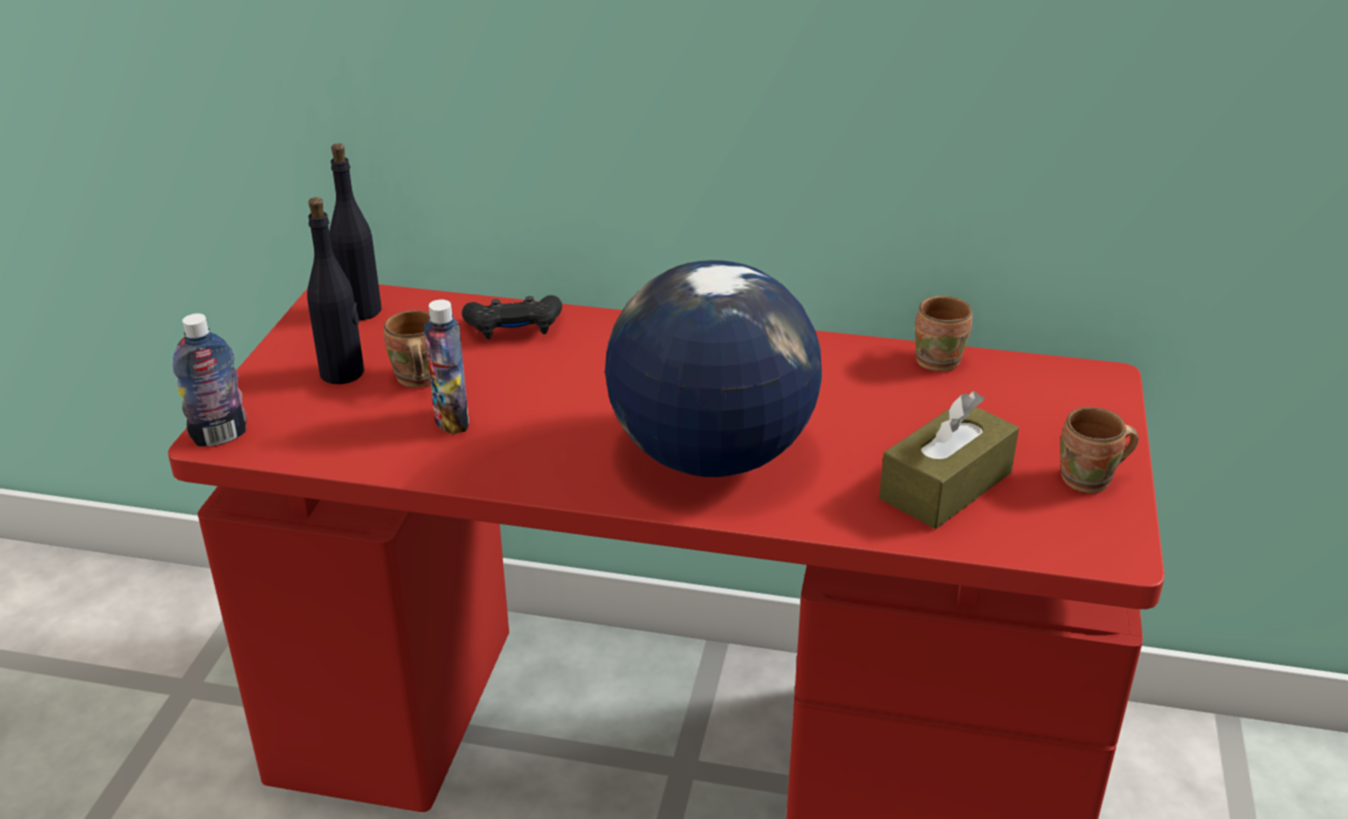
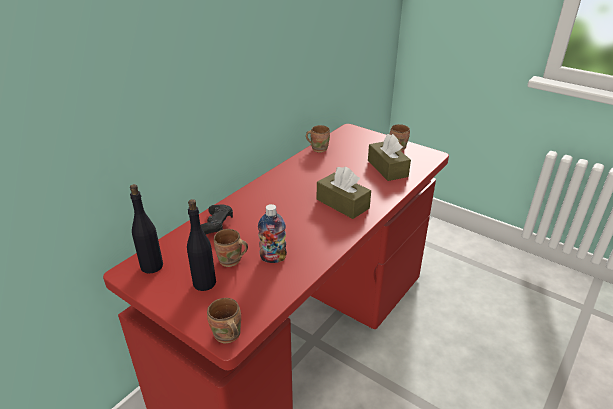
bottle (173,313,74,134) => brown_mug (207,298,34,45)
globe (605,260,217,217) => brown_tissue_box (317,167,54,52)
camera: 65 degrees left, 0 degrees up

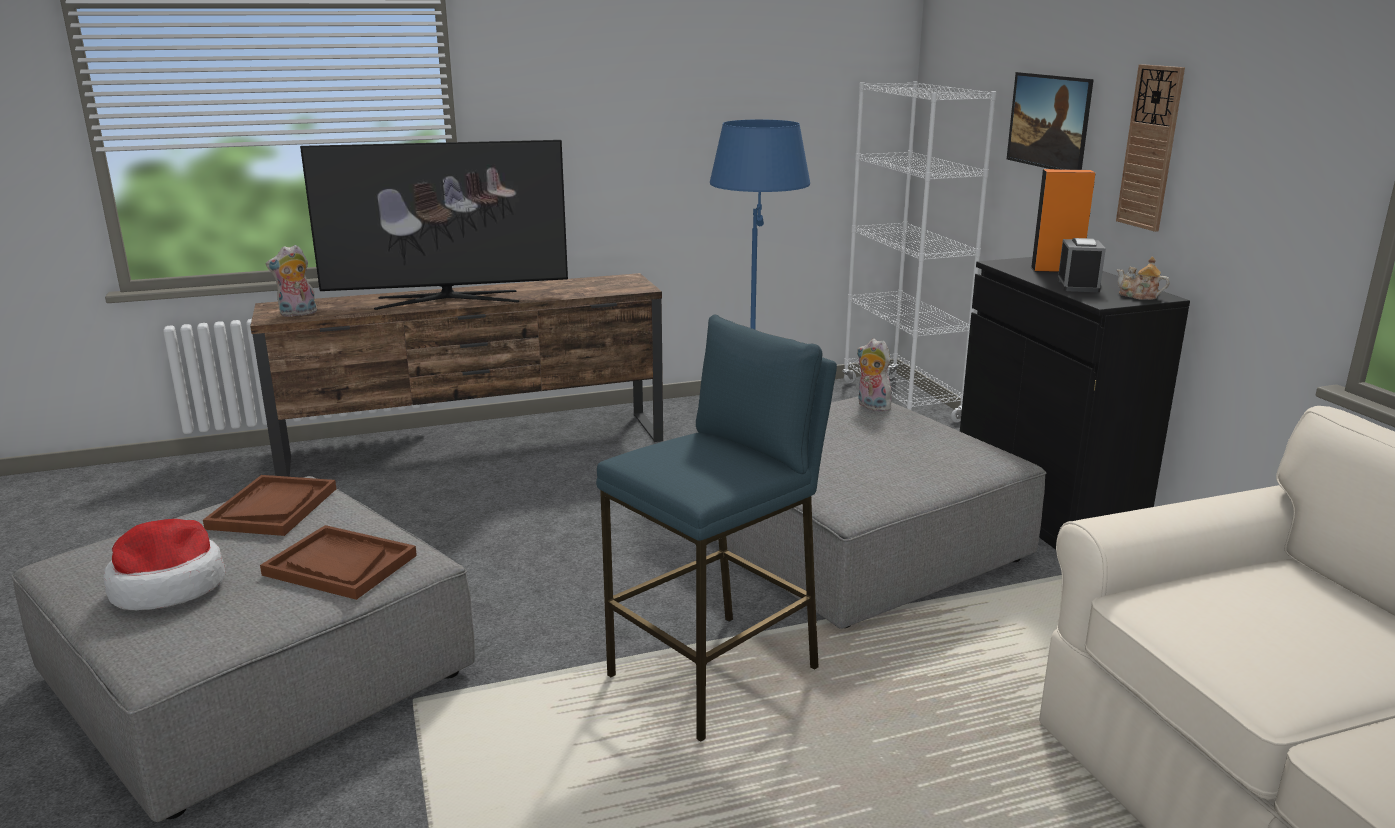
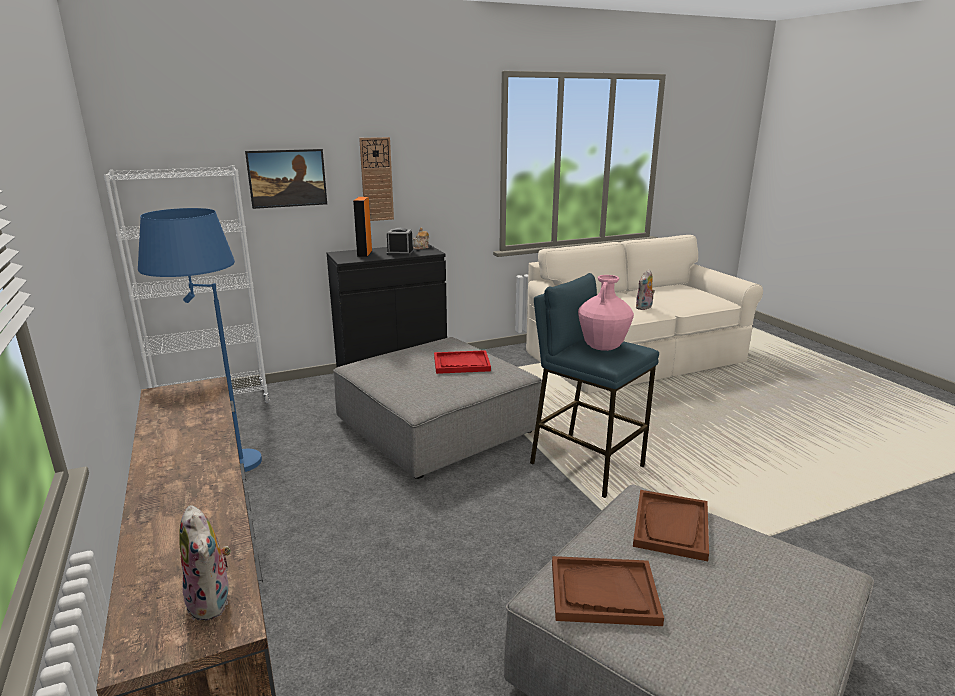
hat (104,519,121,92) => nothing
television (300,140,268,170) => nothing
nothing => red_tray (434,350,57,24)
nothing => pink_vase (578,275,56,76)
plush_toy (857,339,34,73) => plush_toy (635,270,20,40), shifted
camera: 95 degrees left, 0 degrees up

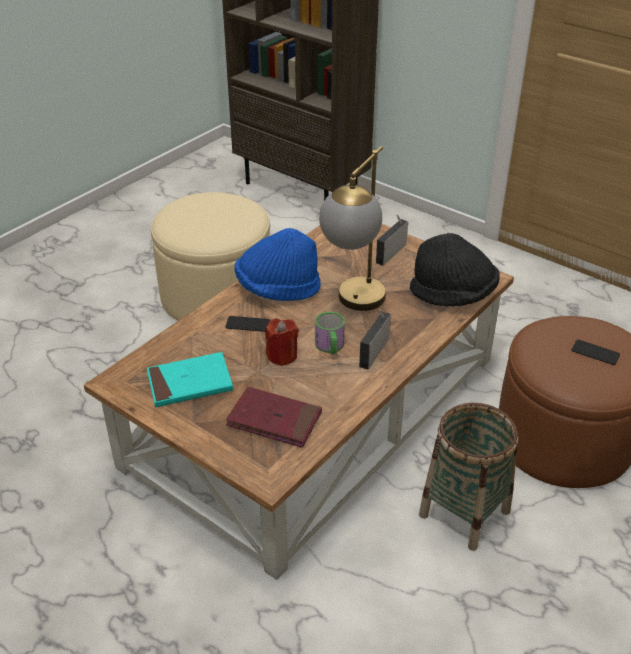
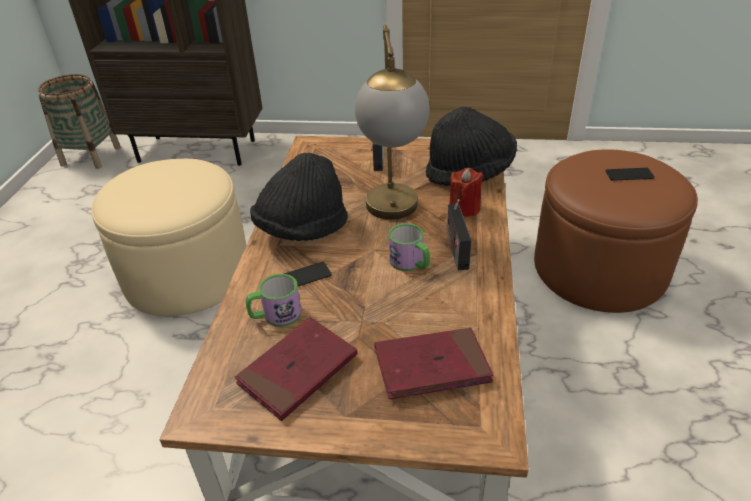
nothing => mug (246,274,56,53)
red_candle (265,319,34,47) => red_candle (449,168,34,49), shifted
basket (419,403,99,148) => basket (38,74,83,95), shifted
turquoise_book (147,352,86,55) => red_book (235,317,122,104)
blue_hat (235,228,86,73) => black_hat (250,153,98,88)
camera: 30 degrees left, 0 degrees up

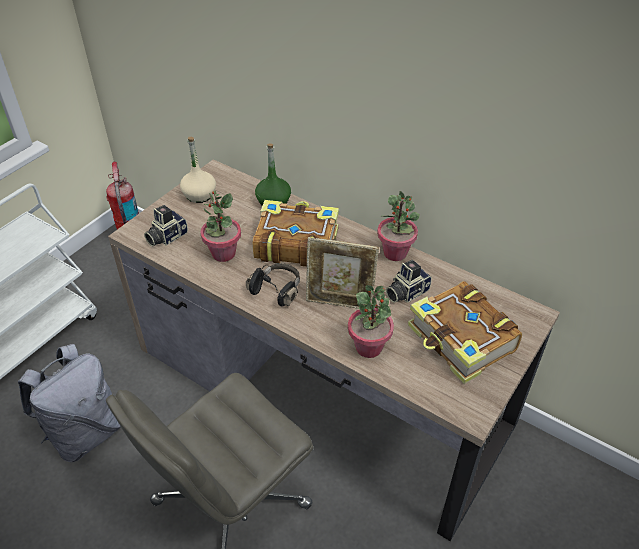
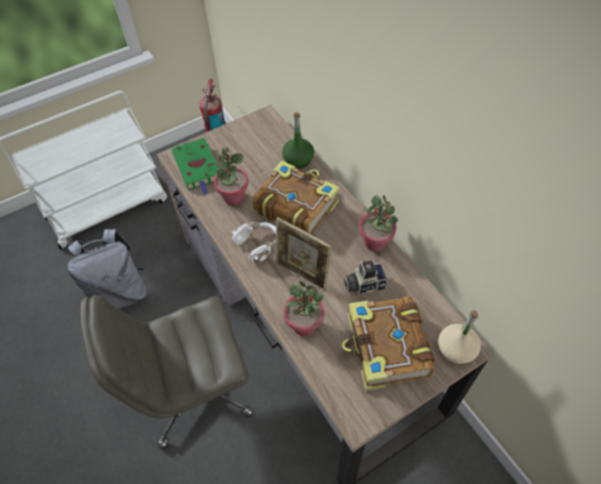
beige_bottle (180,137,36,66) => beige_bottle (438,310,43,54), shifted
photo_camera (144,205,44,41) => green_book (172,138,46,56)
black_headphones (246,263,54,44) => white_headphones (232,222,44,42)
camera: 25 degrees right, 10 degrees up

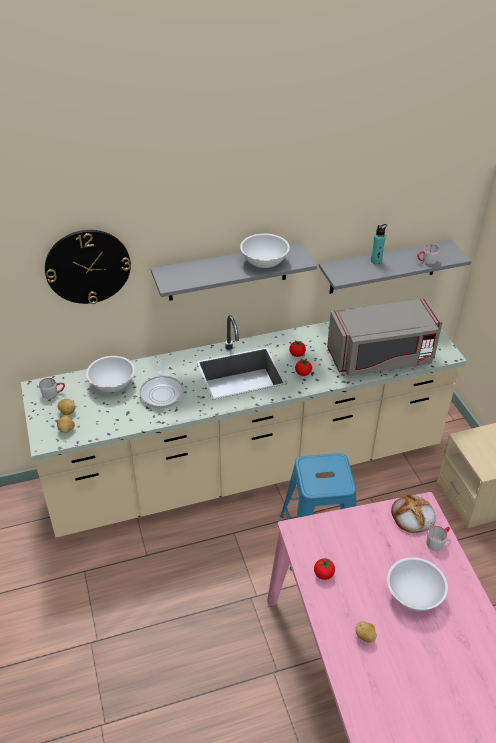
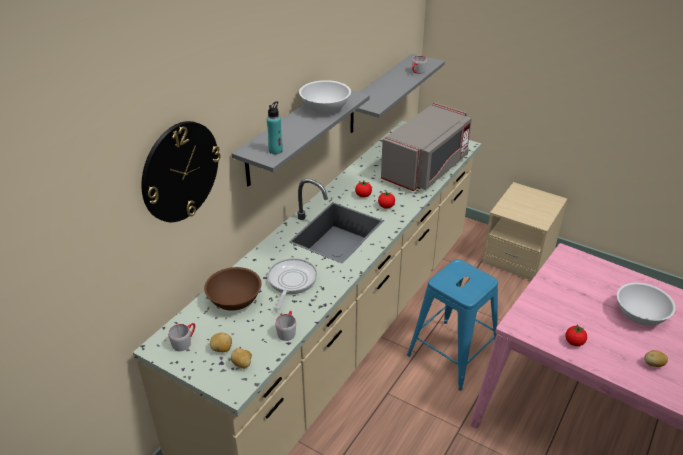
bread (391,495,45,38) => nothing
turquoise_bottle (371,224,16,40) => turquoise_bottle (267,101,16,53), shifted
grey_mug (427,526,23,25) => grey_mug (275,311,21,30), shifted
white_bowl (86,356,49,36) => brown_bowl (204,267,58,44)
frying_pan (139,359,45,50) => frying_pan (268,258,49,51), 120 degrees counterclockwise
camera: 40 degrees left, 5 degrees down

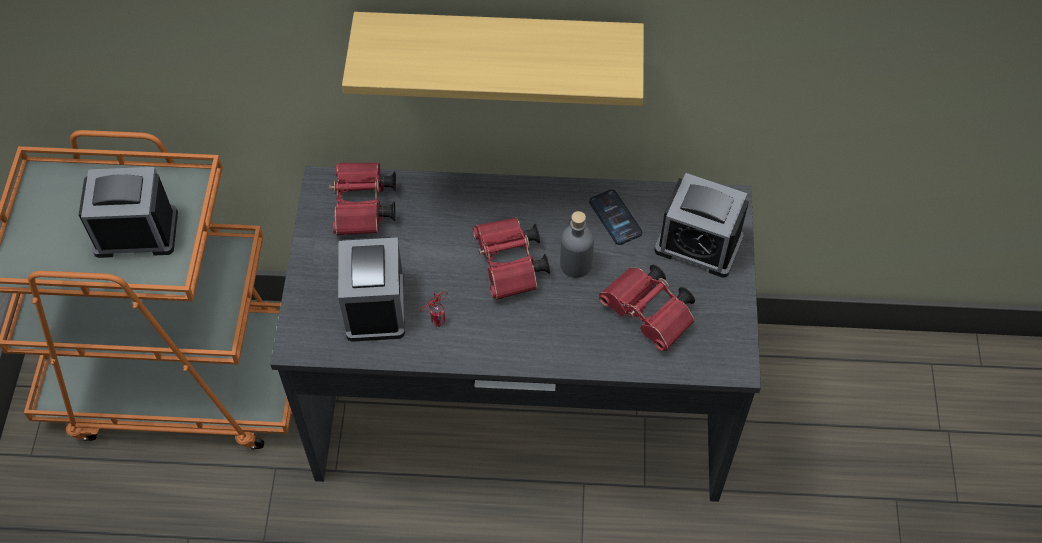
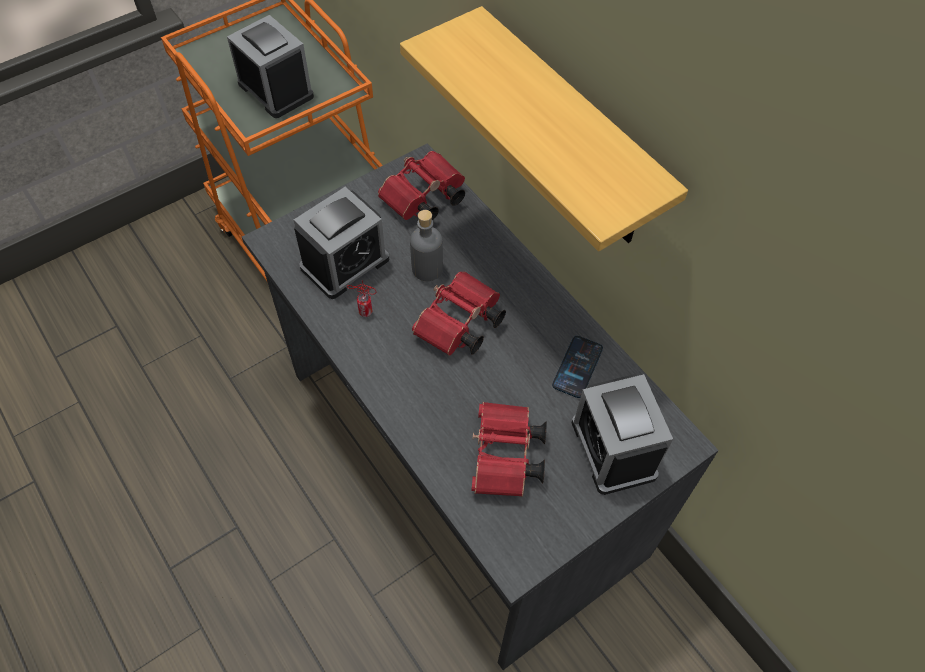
grey_bottle (560,211,34,67) => grey_bottle (410,210,33,71), shifted
camera: 50 degrees right, 0 degrees up

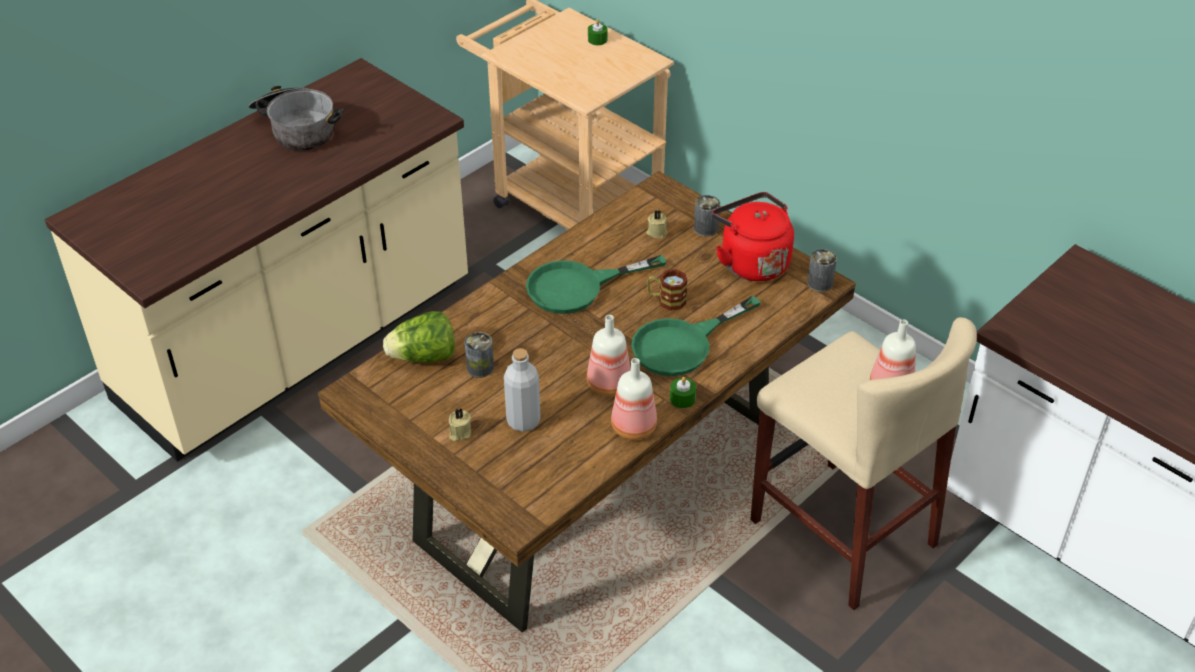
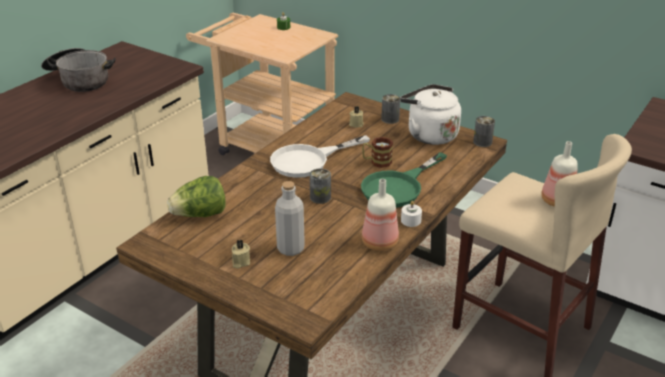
bottle (587,315,44,81) => nothing
can (464,332,30,46) => can (310,168,21,36), shifted
green_frying_pan (526,255,140,59) => white_frying_pan (270,135,100,43)
green_candle (670,377,26,31) => white_candle (401,201,21,26)
red_kettle (712,192,82,89) => white_kettle (400,84,61,61)
camera: 10 degrees left, 10 degrees down

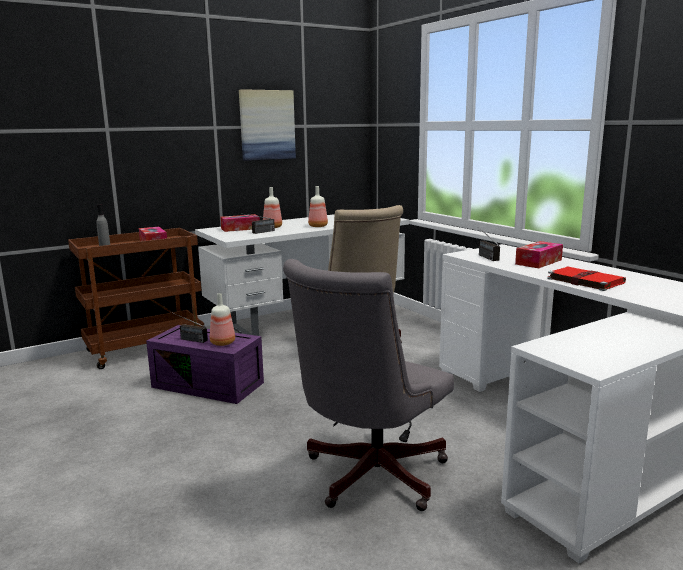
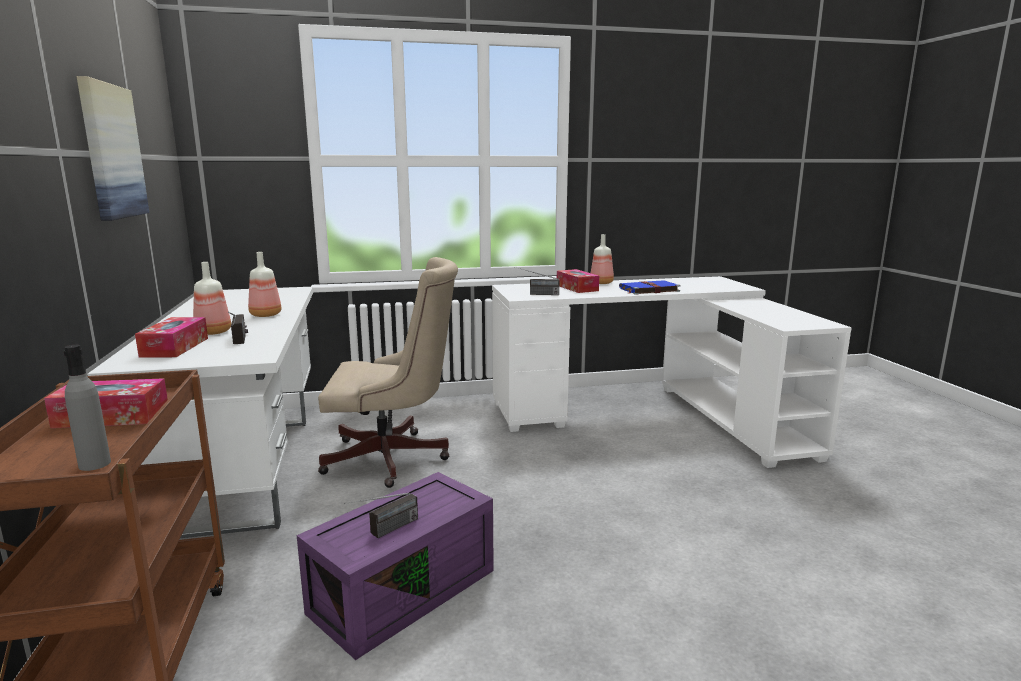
grey_office_chair (283,259,171,252) => nothing
bottle (210,293,25,53) => bottle (591,234,23,50), shifted
red_book (546,266,80,25) => blue_book (619,280,61,15)
camera: 70 degrees left, 0 degrees up

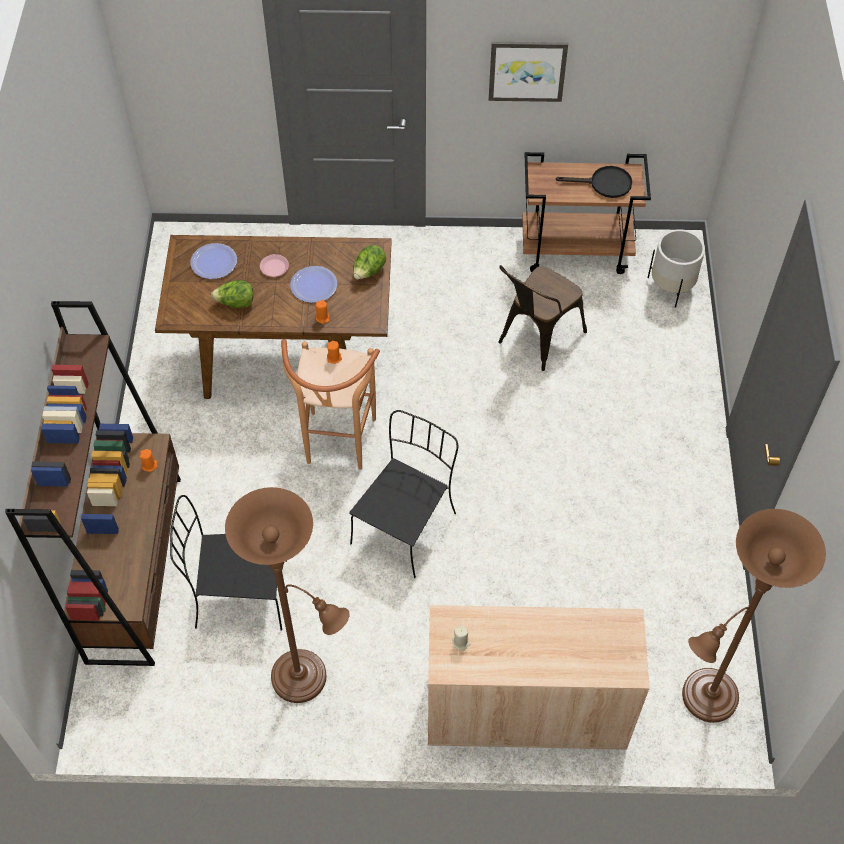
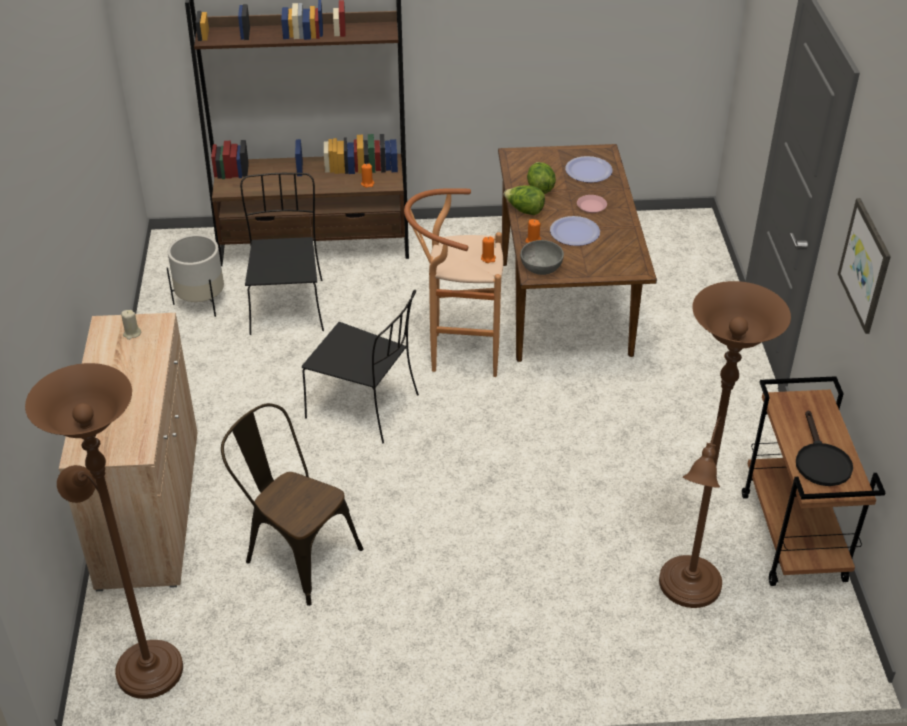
nothing => grey_bowl (520,240,44,35)
brown_floor_lamp (225,487,125,216) => brown_floor_lamp (659,281,132,327), shifted
lettuce (353,245,33,34) => lettuce (504,186,41,29), shifted
brown_chair (498,265,89,106) => brown_chair (221,403,142,203), shifted
white_planter (648,229,57,78) => white_planter (167,235,57,82), shifted
camera: 85 degrees right, 15 degrees down

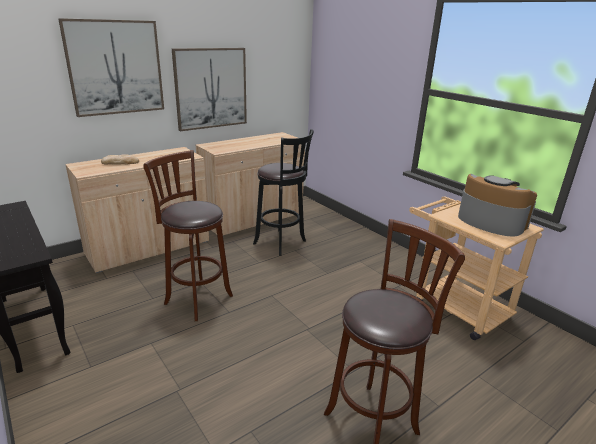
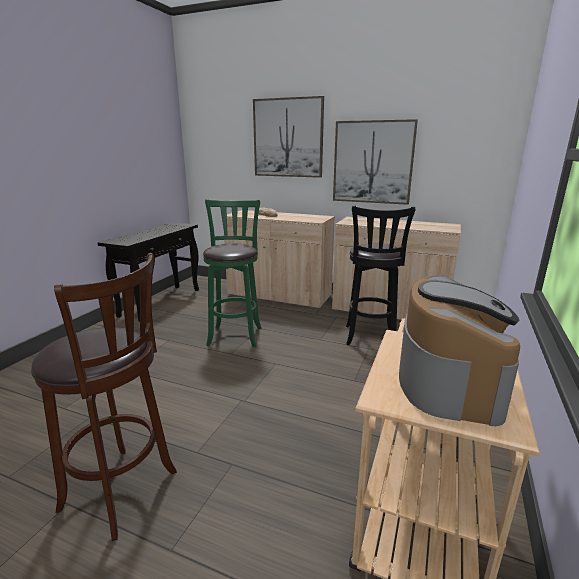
brown_stool (143,150,90,171) => green_stool (203,199,58,148)
camera: 60 degrees right, 5 degrees down

